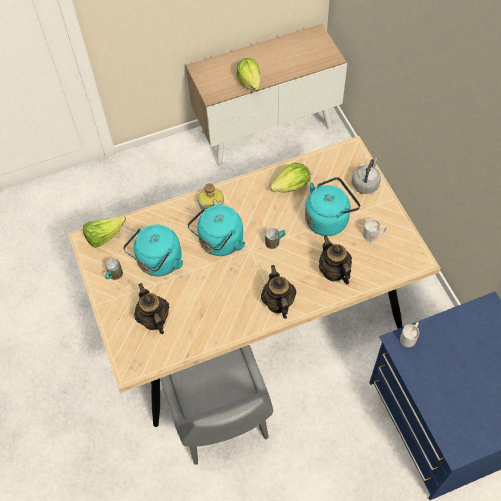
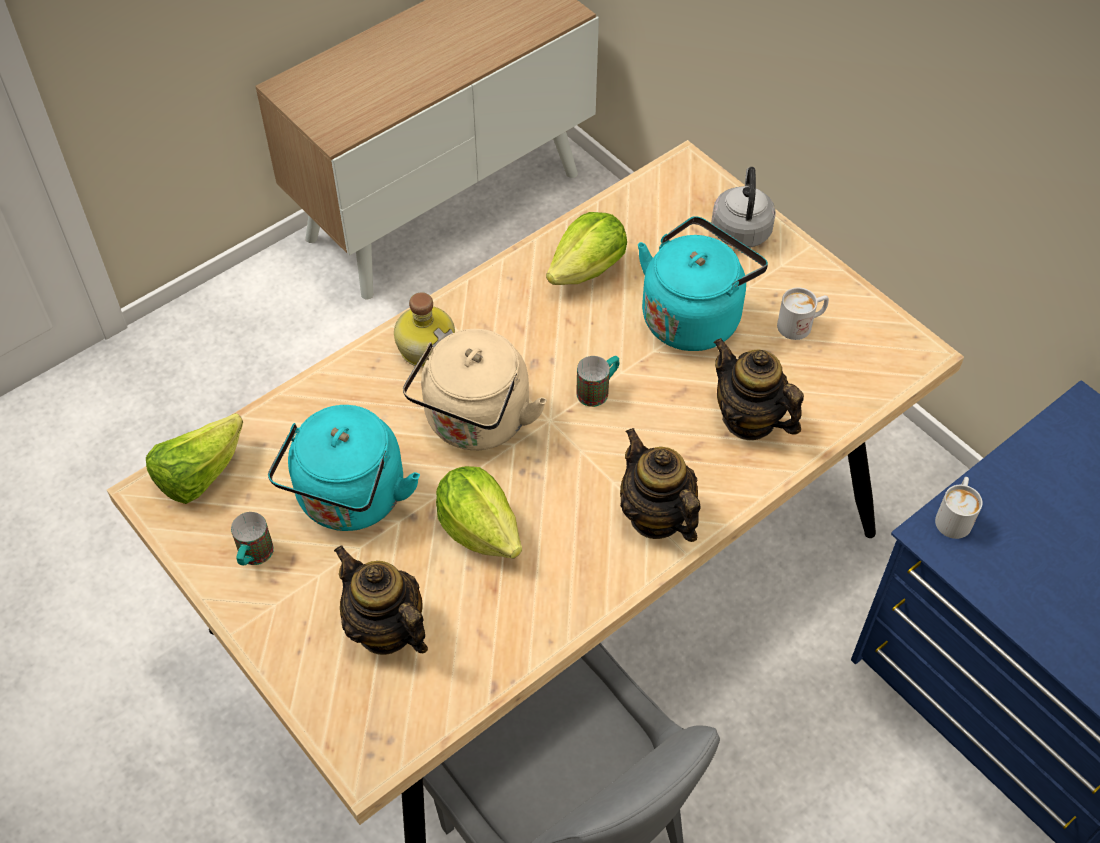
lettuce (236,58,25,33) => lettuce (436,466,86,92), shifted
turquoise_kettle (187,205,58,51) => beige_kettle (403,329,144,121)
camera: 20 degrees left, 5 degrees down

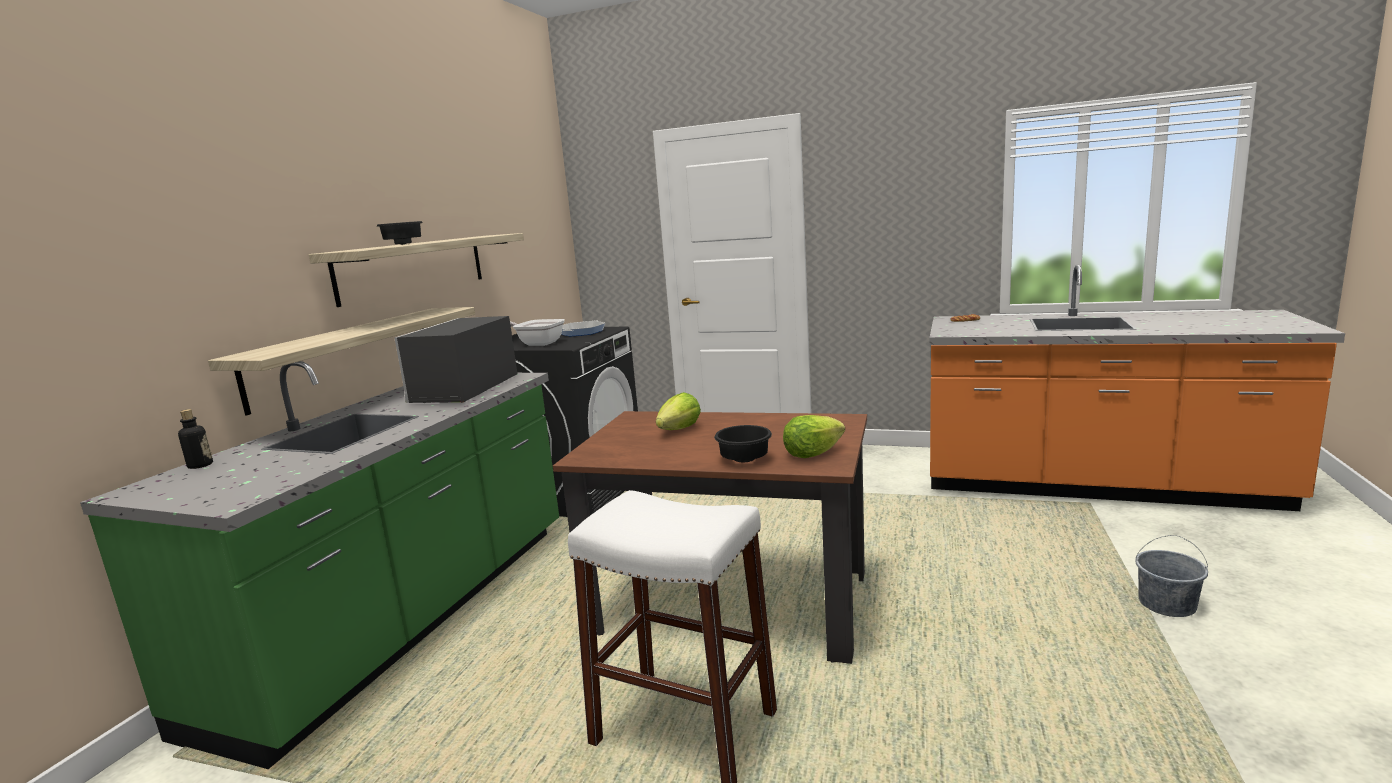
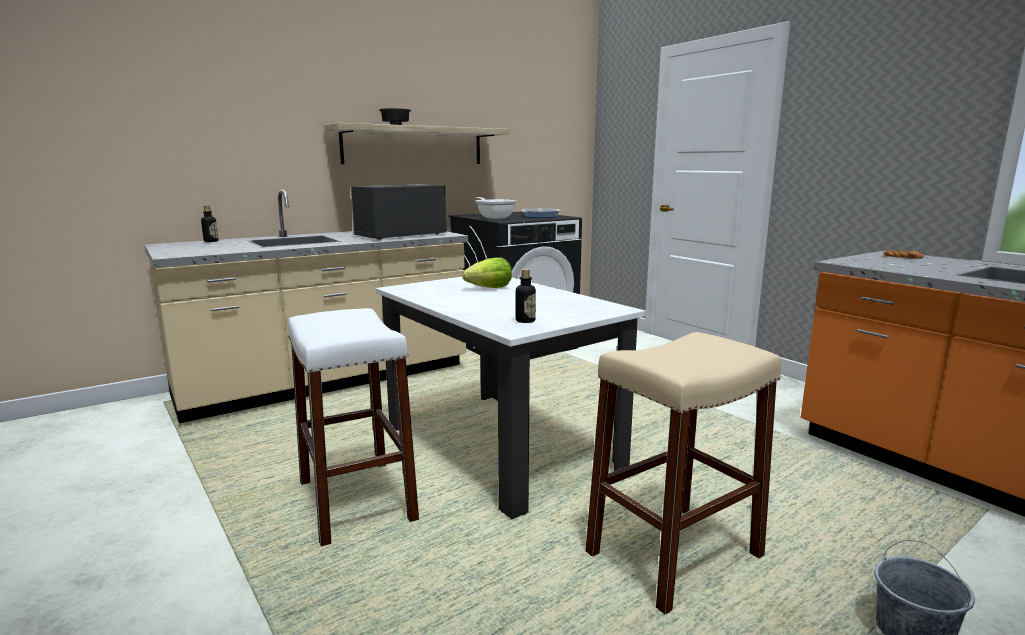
shelf (208,307,267,109) => nothing
black_bowl (714,425,58,37) => nothing
nothing => beige_stool (585,332,196,282)
lettuce (783,415,62,43) => bottle (516,269,20,54)
green_counter (80,361,479,408) => beige_counter (144,190,324,233)
brown_dining_table (553,411,314,253) => white_dining_table (376,277,269,242)
camera: 35 degrees right, 0 degrees up

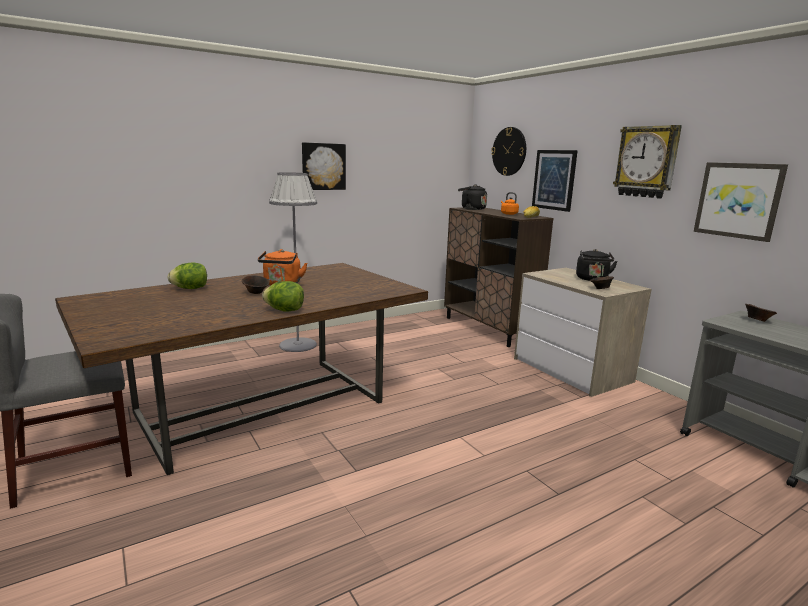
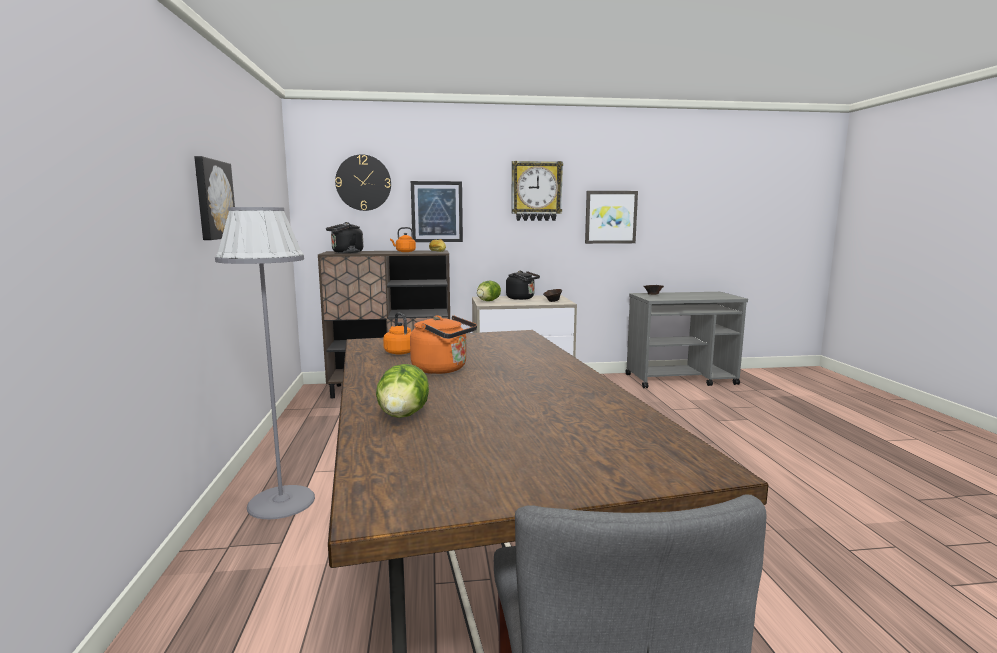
brown_bowl (242,275,28,19) => nothing
nothing => orange_kettle (383,312,28,43)
lettuce (262,281,42,31) => lettuce (477,281,24,20), shifted
camera: 65 degrees left, 5 degrees down

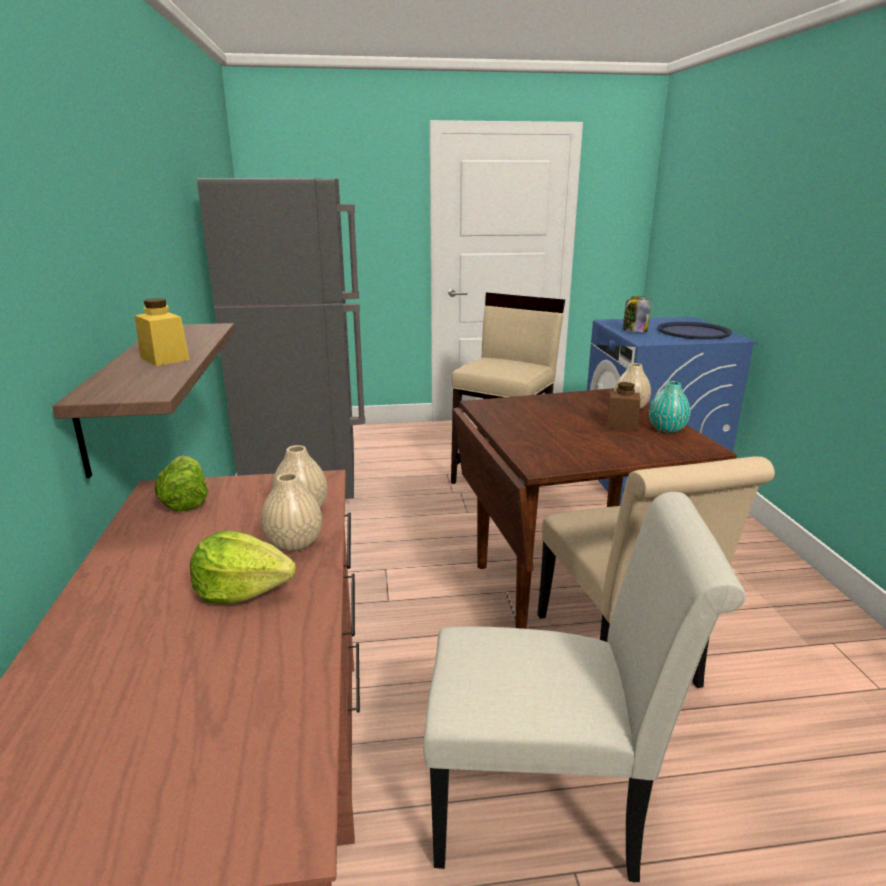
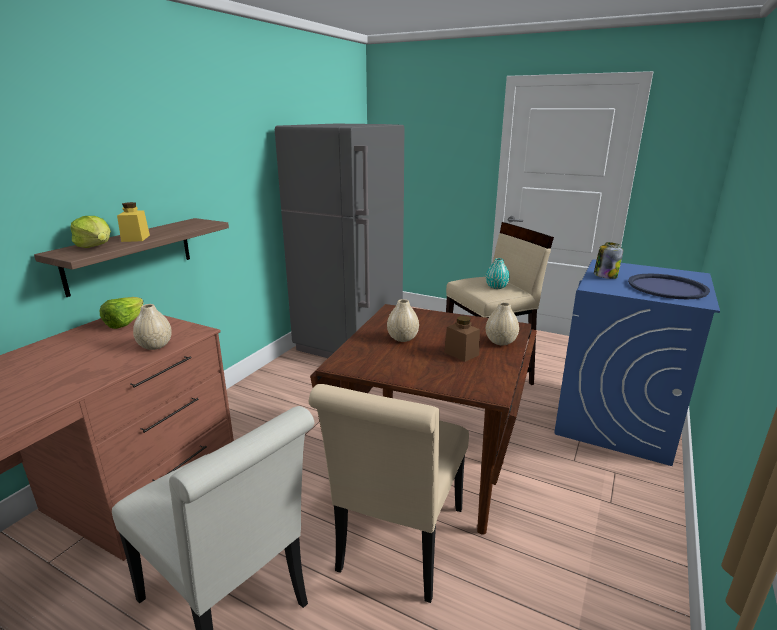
lettuce (190,531,106,73) => lettuce (70,216,41,32), shifted
beige_vase (261,473,61,79) => beige_vase (387,299,32,43), shifted
turquoise_vase (649,381,41,52) => turquoise_vase (486,258,24,31), shifted
camera: 35 degrees right, 0 degrees up

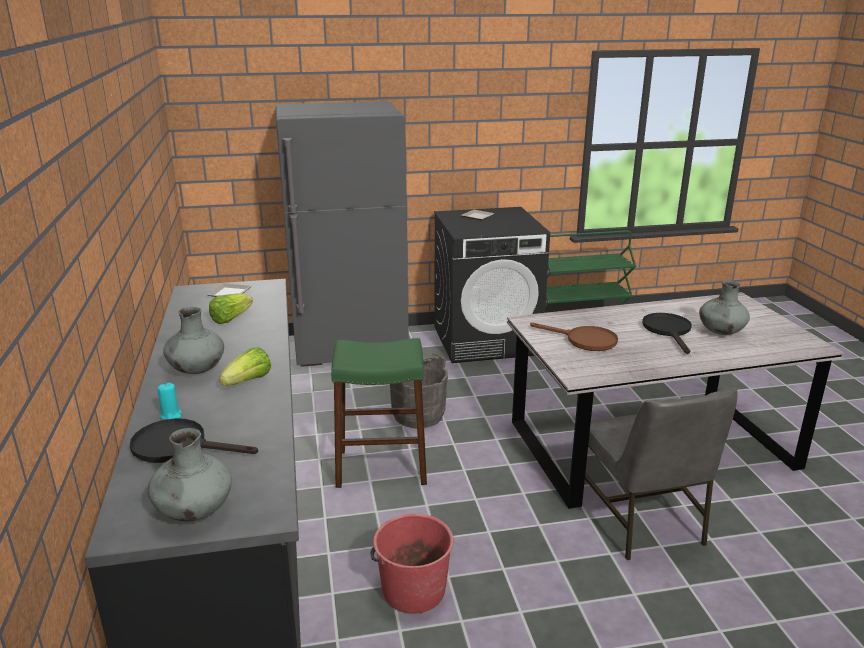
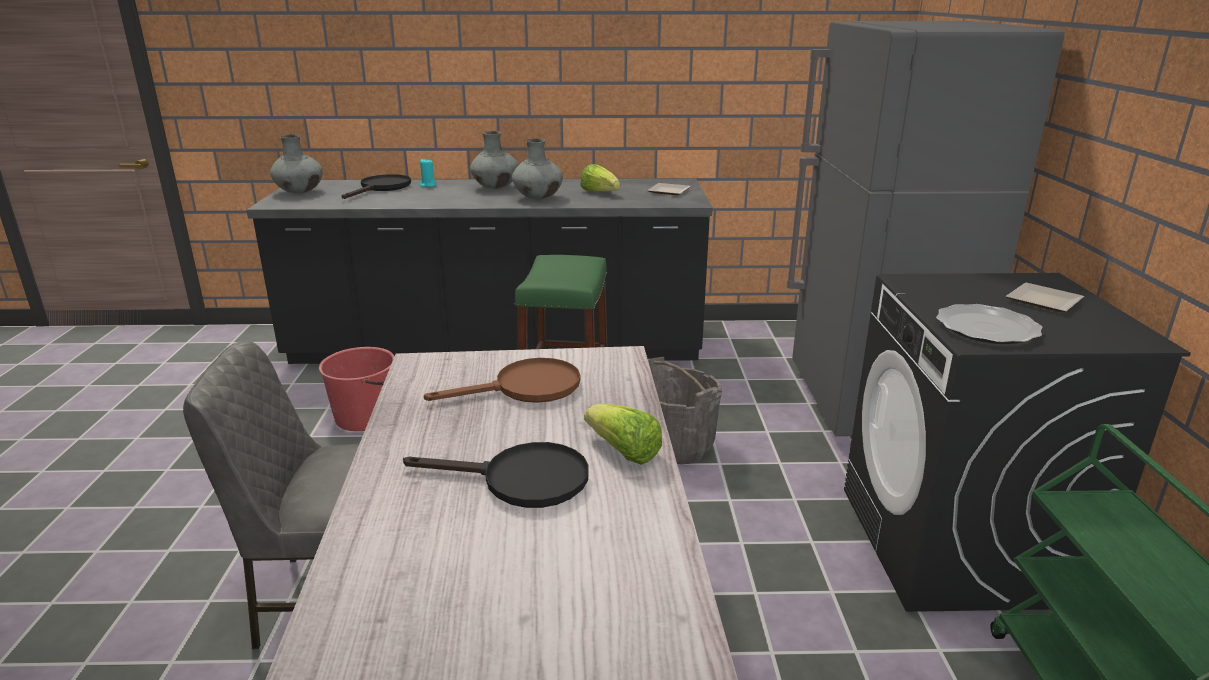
nothing => plate (936,304,106,40)
lettuce (219,347,52,39) => lettuce (584,404,78,61), shifted
grey_vase (699,280,51,55) => grey_vase (512,138,51,61), shifted
brown_frying_pan (530,323,88,28) => brown_frying_pan (424,358,156,45), 150 degrees counterclockwise
camera: 100 degrees right, 0 degrees up

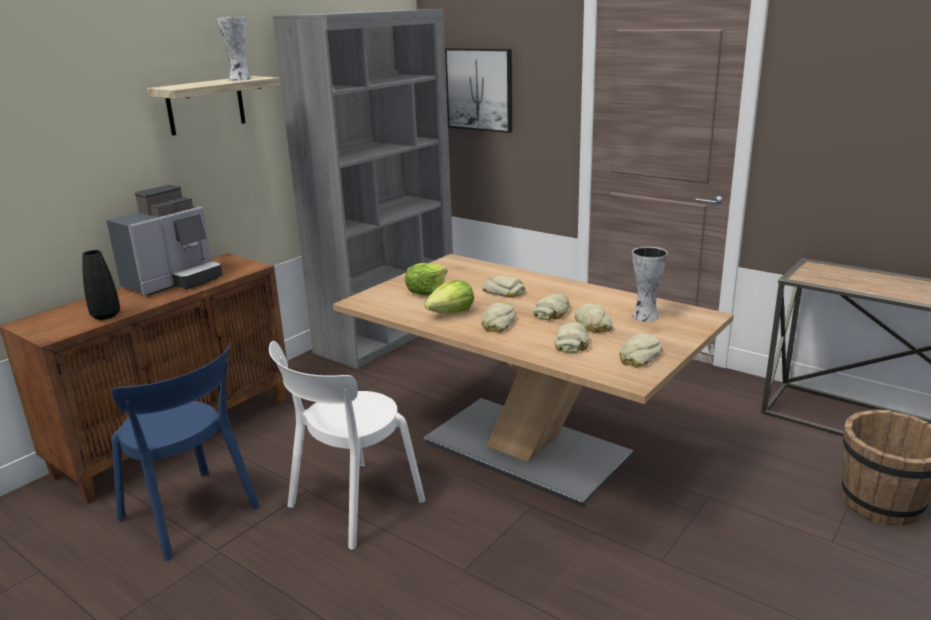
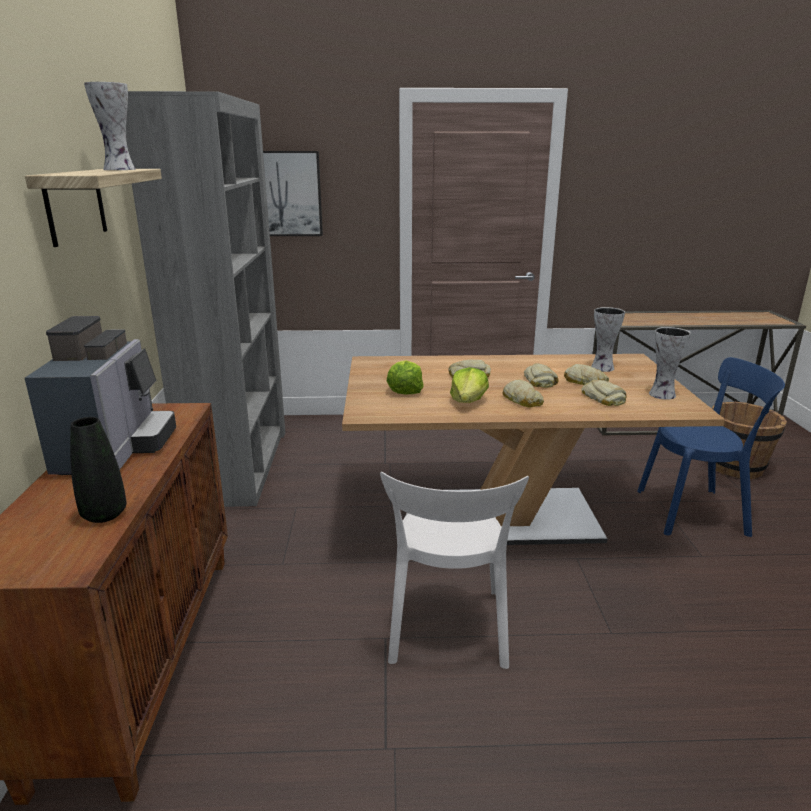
blue_chair (112,343,148,218) => blue_chair (637,357,148,180), shifted
bread (619,333,43,35) => vase (649,327,42,73)
camera: 40 degrees left, 0 degrees up

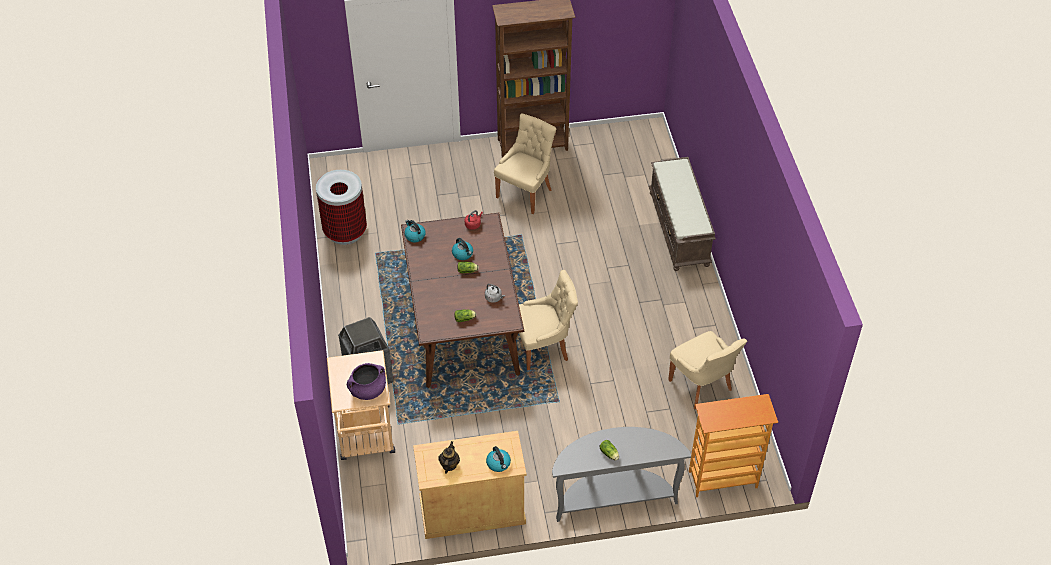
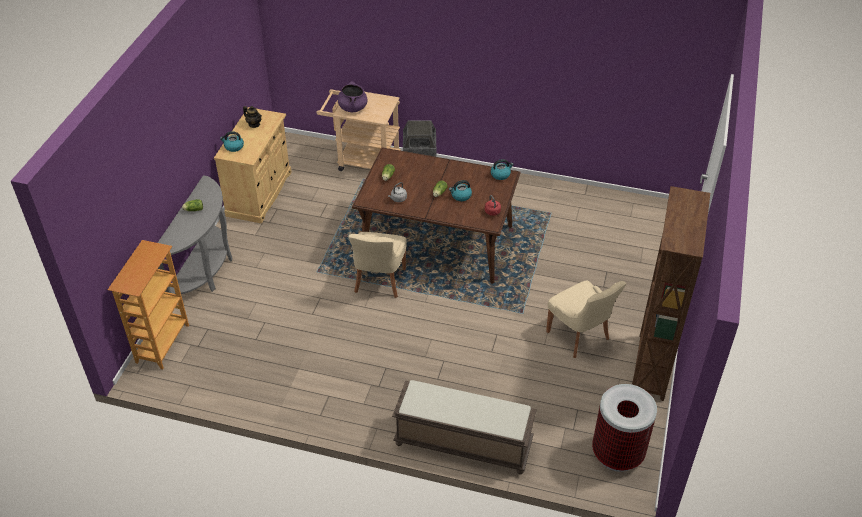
beige_chair (668,331,79,78) => nothing
trash_can (316,170,51,75) => trash_can (592,384,65,88), shifted
camera: 115 degrees right, 5 degrees down

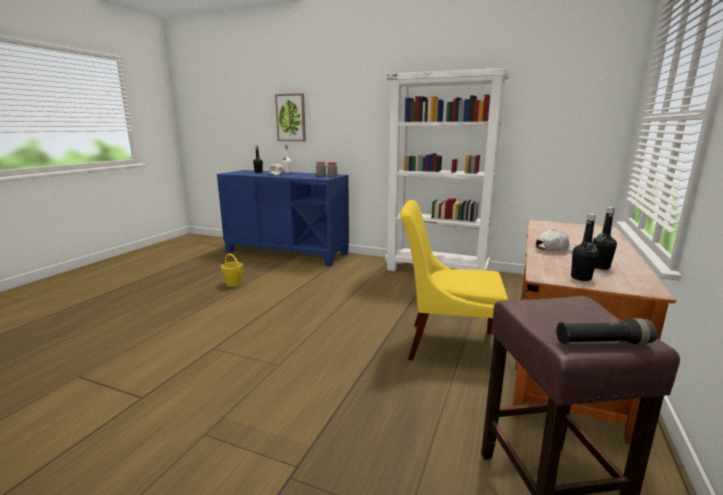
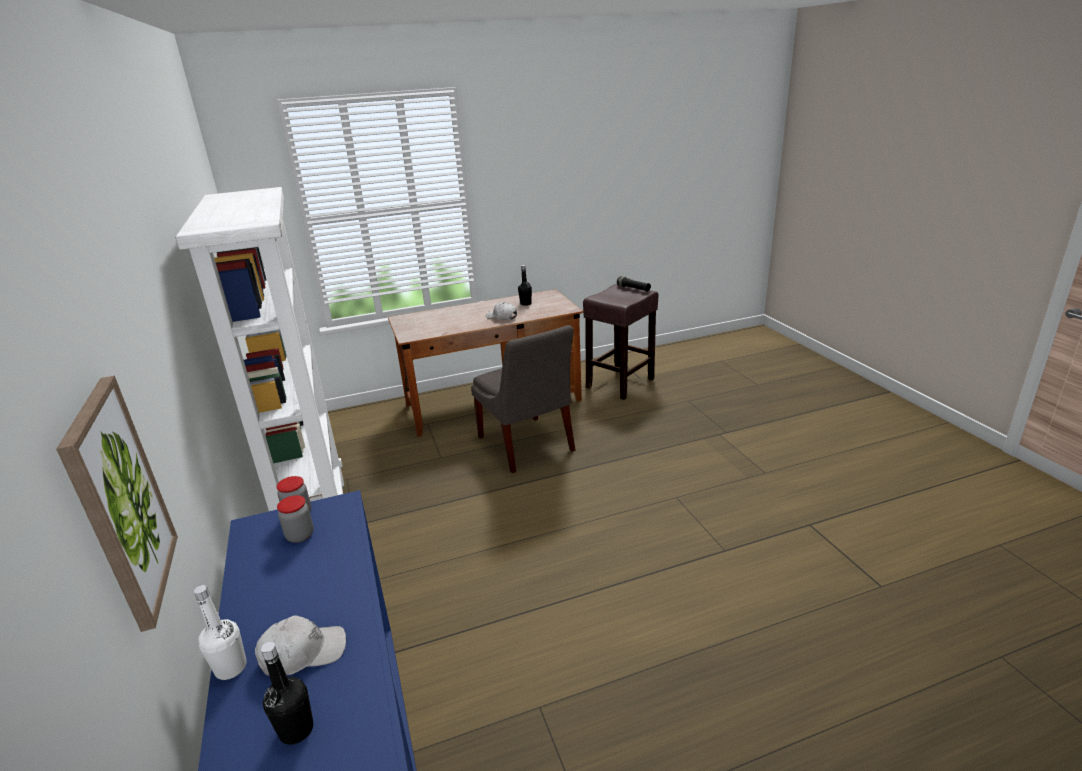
yellow_bucket (221,254,22,33) => nothing
black_bottle (571,214,28,67) => nothing
yellow_chair (401,200,107,160) => grey_chair (471,325,105,148)
camera: 130 degrees left, 10 degrees up

